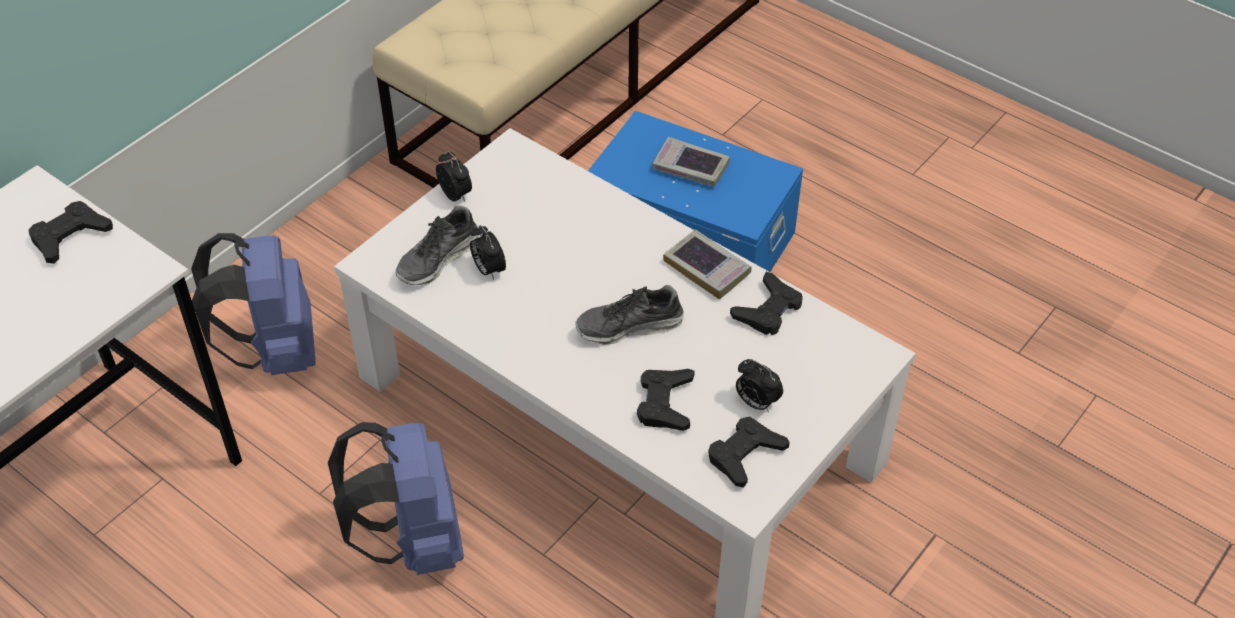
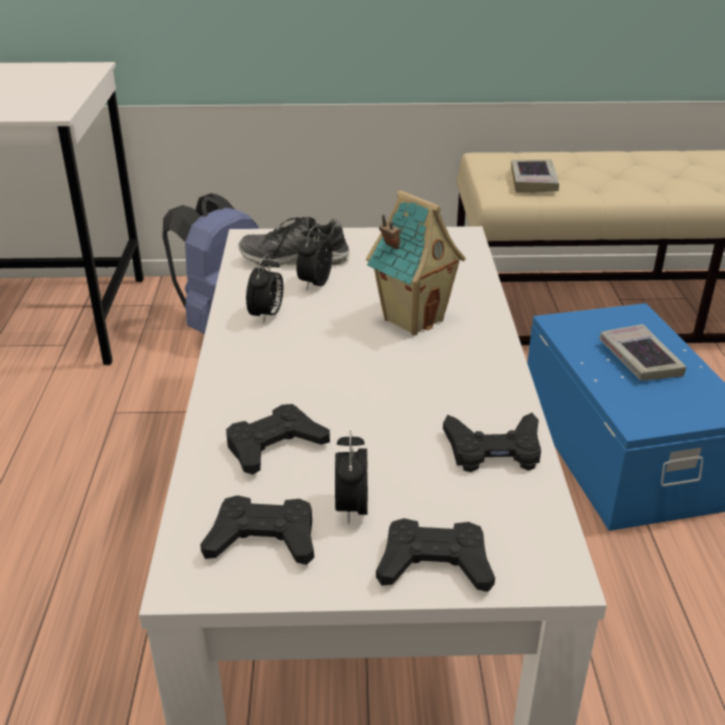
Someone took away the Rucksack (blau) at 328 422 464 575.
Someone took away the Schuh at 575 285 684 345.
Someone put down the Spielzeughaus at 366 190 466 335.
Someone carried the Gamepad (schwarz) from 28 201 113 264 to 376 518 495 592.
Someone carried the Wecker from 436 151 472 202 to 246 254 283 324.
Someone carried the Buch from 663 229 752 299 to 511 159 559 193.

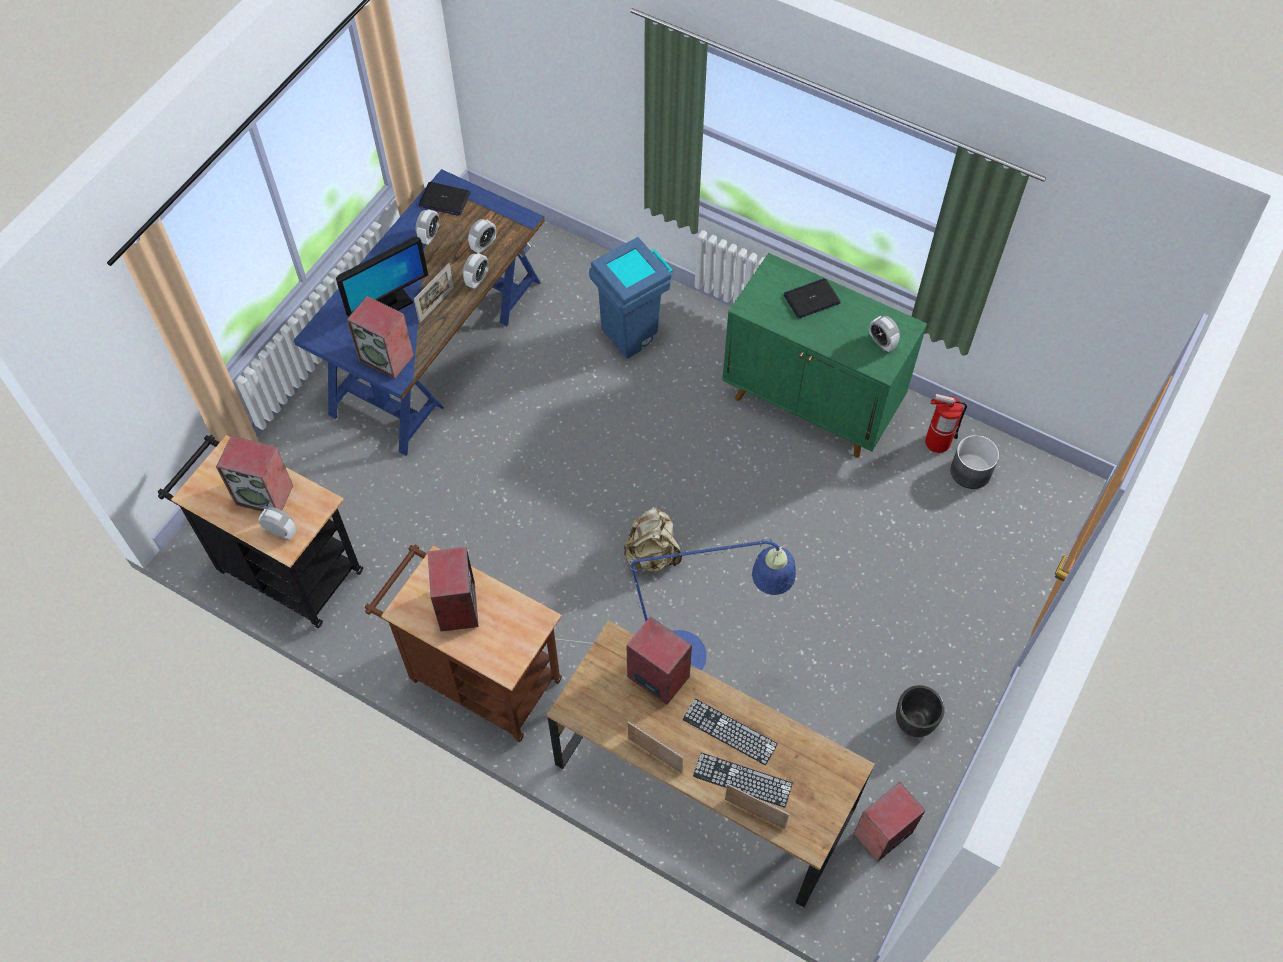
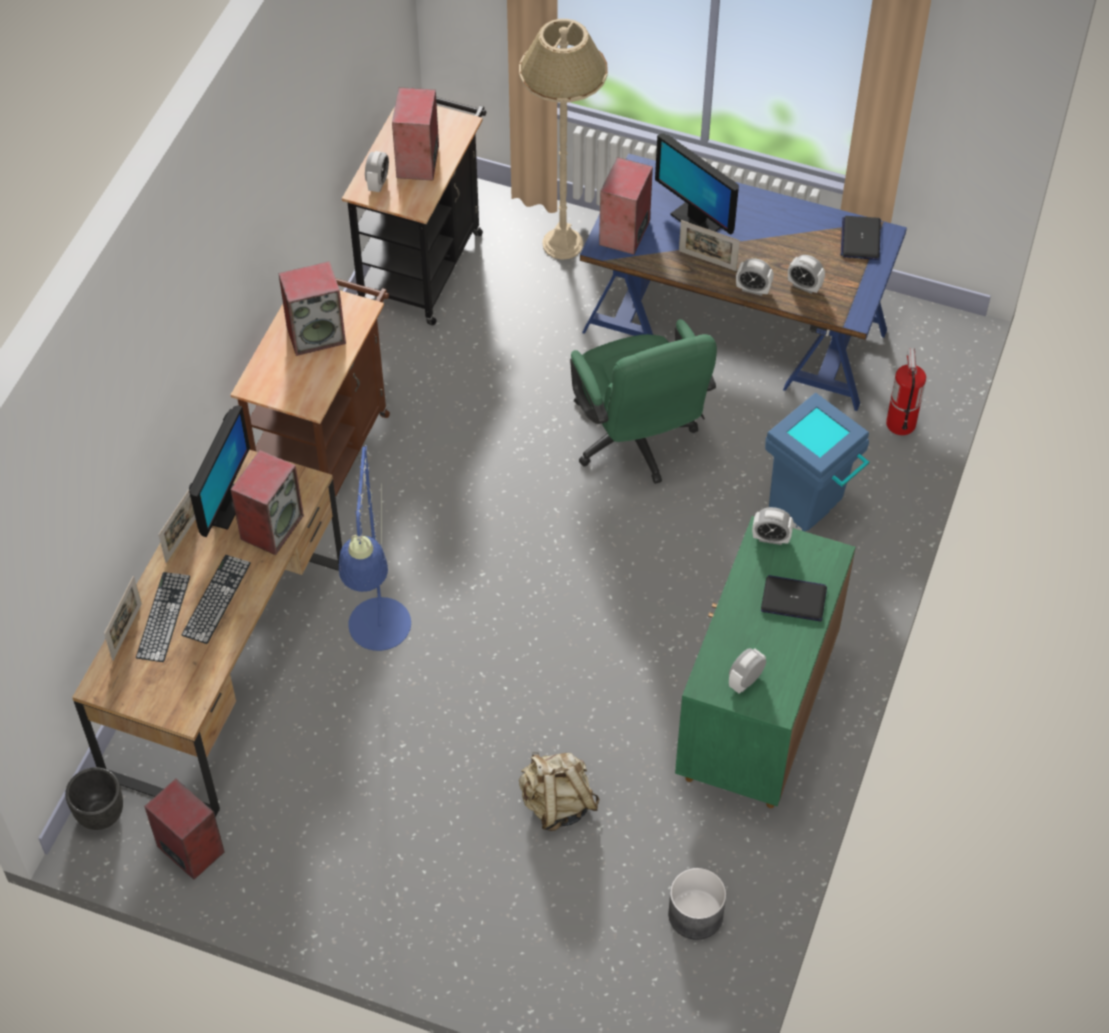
Someone put down the Monitor at 189 405 250 537.
Someone put down the Stehlampe (beige) at 519 19 608 260.
Someone put down the Bürostuhl (grün) at 570 319 717 484.
Someone carried the Wecker from 416 209 439 245 to 752 507 794 545.
Someone carried the Rucksack (beige) from 624 507 682 573 to 519 752 600 831.
Someone carried the Pflanzkübel (schwarz) from 896 685 945 737 to 65 767 123 830.
Someone carried the Feuerlöscher from 925 393 967 453 to 886 348 926 435.
Someone rotated the Laptop at 784 278 841 319 by 45 degrees counterclockwise.

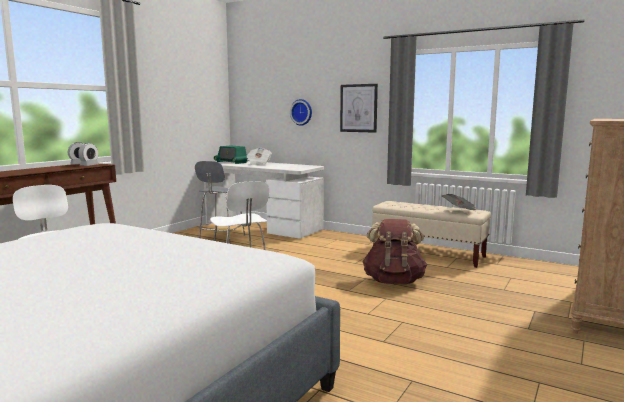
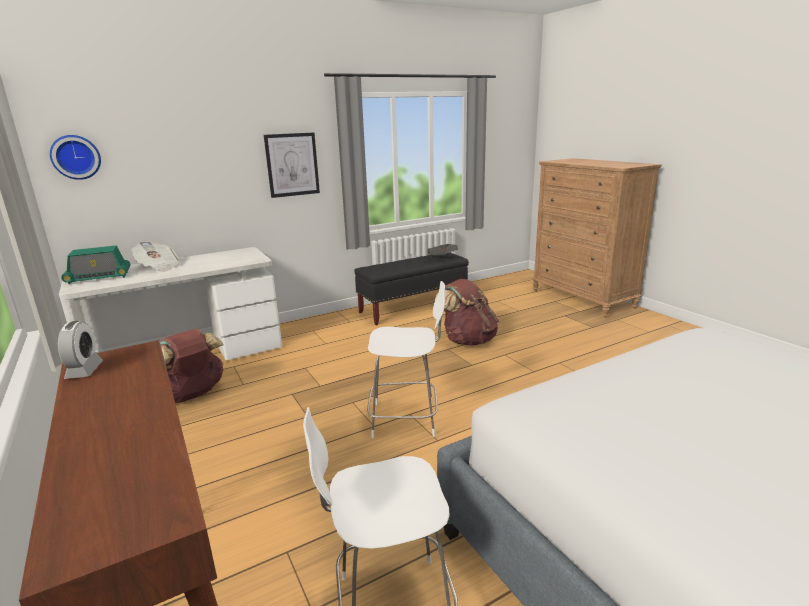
Someone took away the Wecker at 78 143 99 166.
Someone carried the Wanduhr from 290 99 312 126 to 50 135 101 180.
Someone swapped the Stuhl (grau) at 195 161 245 244 for the Rucksack (braun) at 160 329 224 403.
Someone repainted the Bank (beige) at 372 201 491 268, which became the Bank (schwarz) at 354 252 469 325.

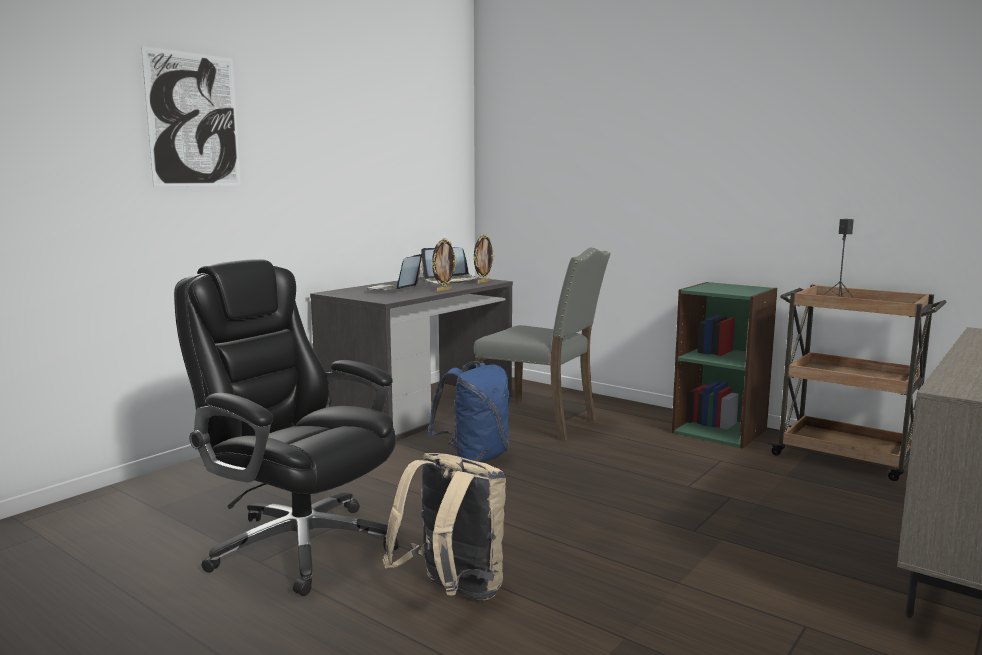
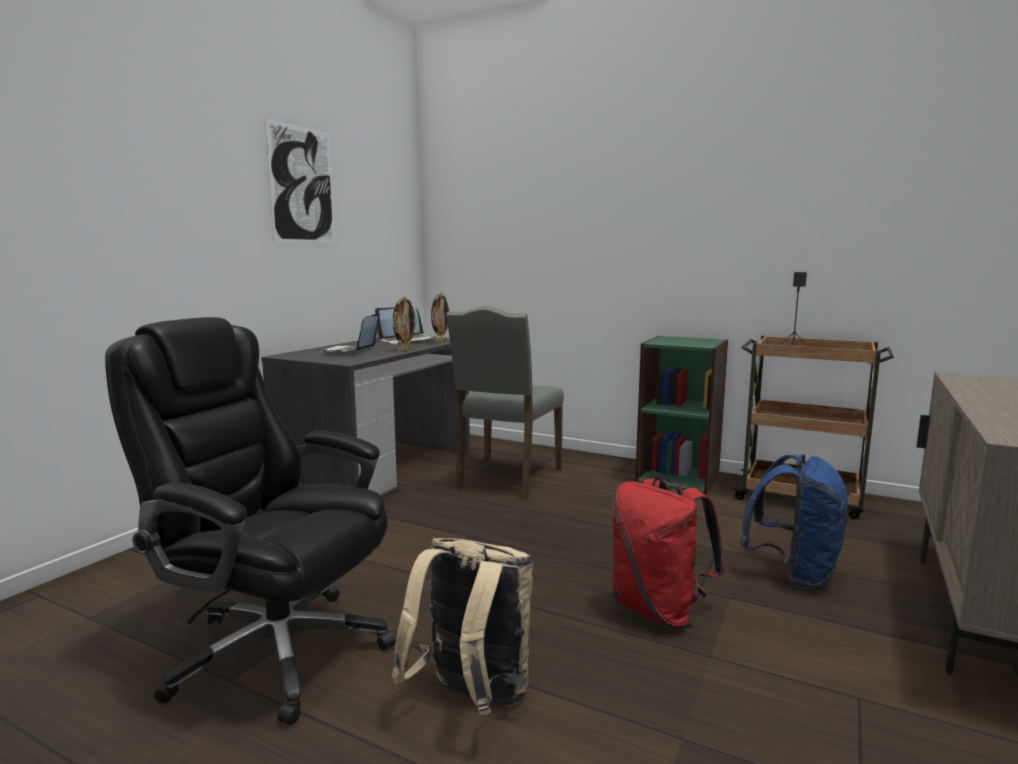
Someone put down the Rucksack (rot) at 612 478 725 628.
Someone carried the Bild from 141 46 241 186 to 265 118 335 243.
Someone carried the Rucksack (blau) from 427 361 509 462 to 740 455 850 589.
Someone rotated the Stuhl (grau) at 474 248 611 441 by 90 degrees clockwise.

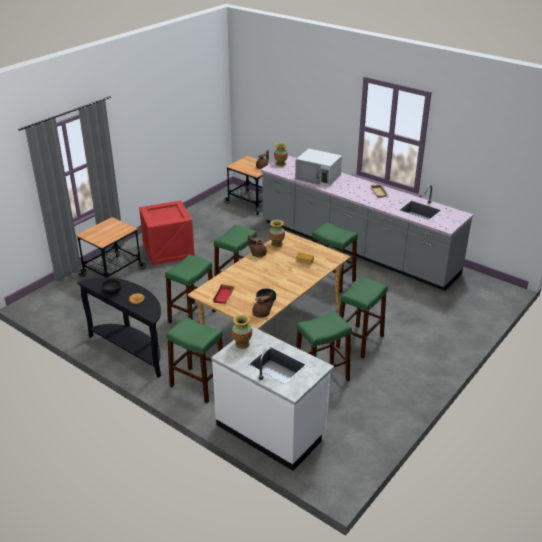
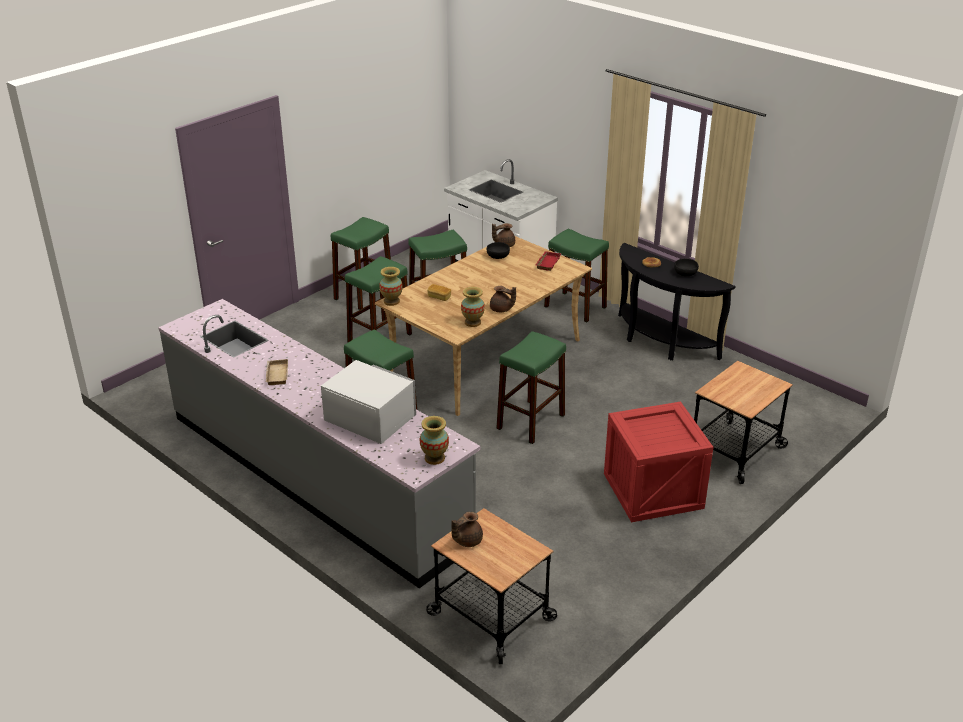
Someone carried the Hocker (grün) from 165 255 216 323 to 331 217 391 310.
Someone carried the Vase from 232 315 252 349 to 379 267 403 306.

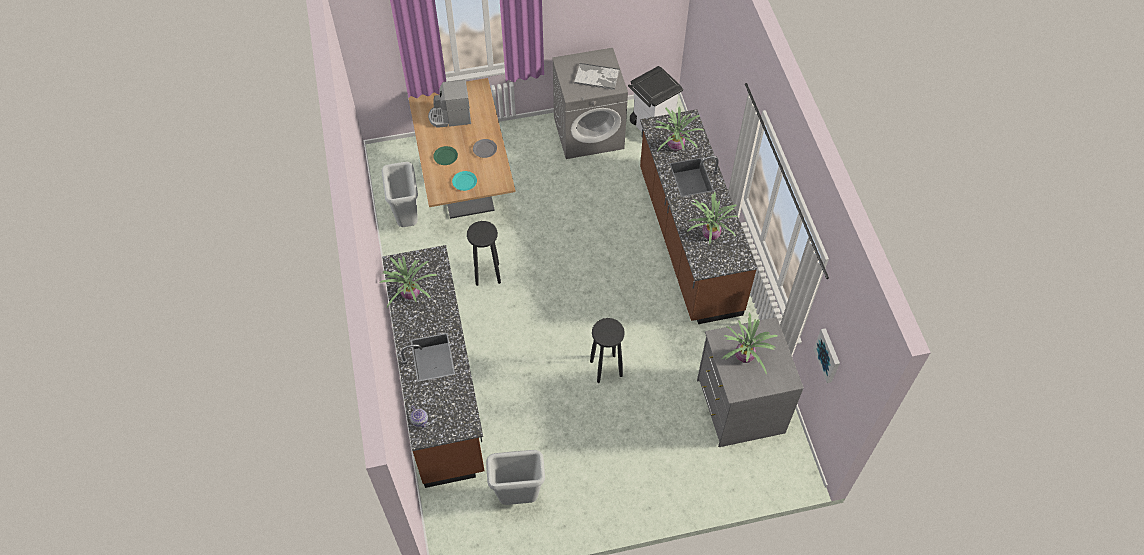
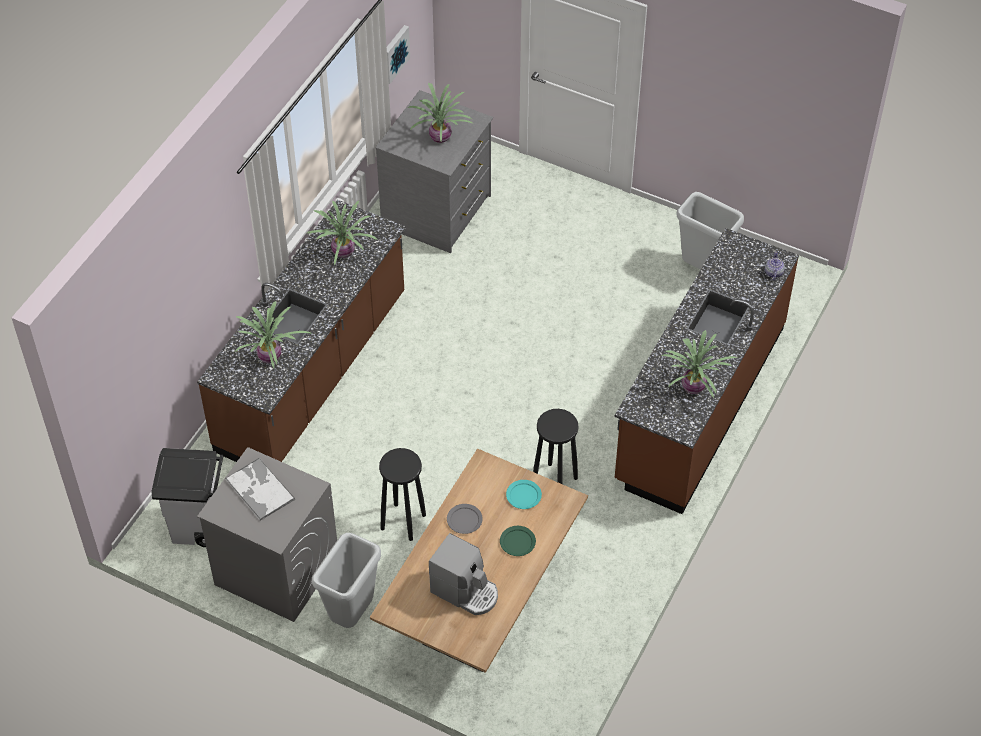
Someone carried the Mülleimer (grau) from 382 162 418 227 to 312 533 381 628.
Someone carried the Hocker (schwarz) from 590 318 625 383 to 379 448 426 541.

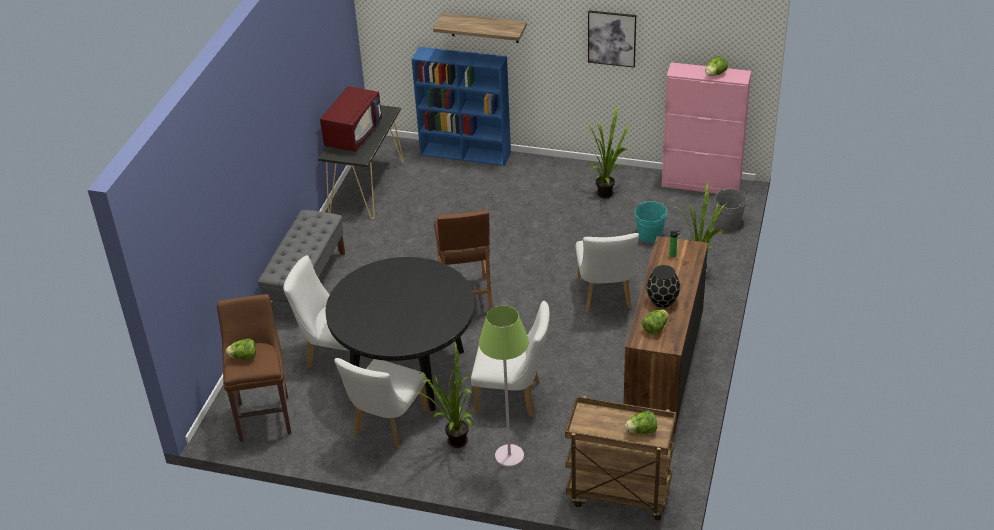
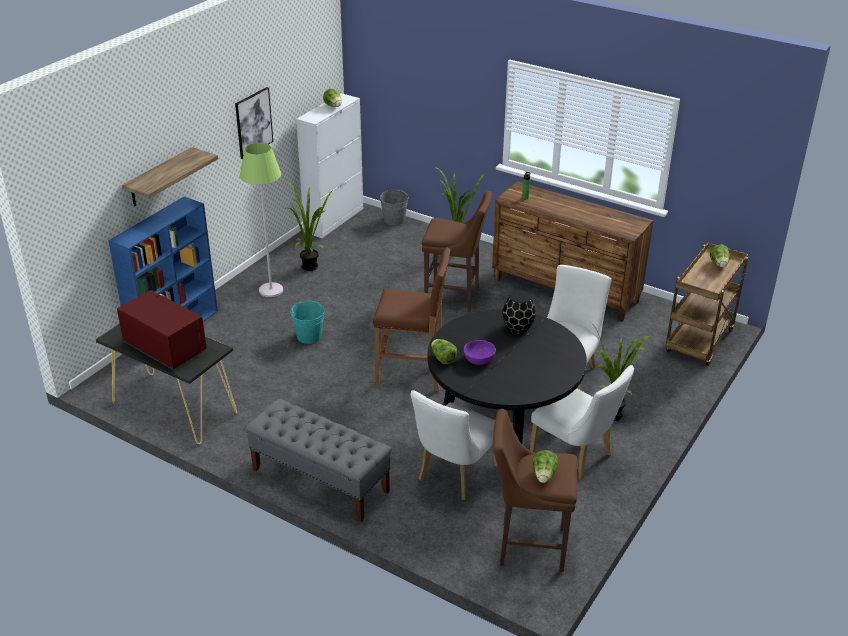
Someone put down the Schüssel (lila) at 464 340 496 365.
Someone carried the Stehlampe (grün) from 479 305 529 468 to 240 143 283 297.
Someone carried the Eimer (türkis) from 635 201 667 243 to 290 301 324 344.
Someone carried the Salatkopf from 642 309 668 335 to 431 339 458 365.
Someone carried the Vase (schwarz) from 646 265 680 308 to 502 290 536 334.
Someone swapped the Stuhl (weiß) at 575 233 639 312 for the Hocker (braun) at 422 191 492 312.
Someone repainted the Schrank (rosa) at 661 62 751 194, which became the Schrank (weiß) at 296 93 363 238.

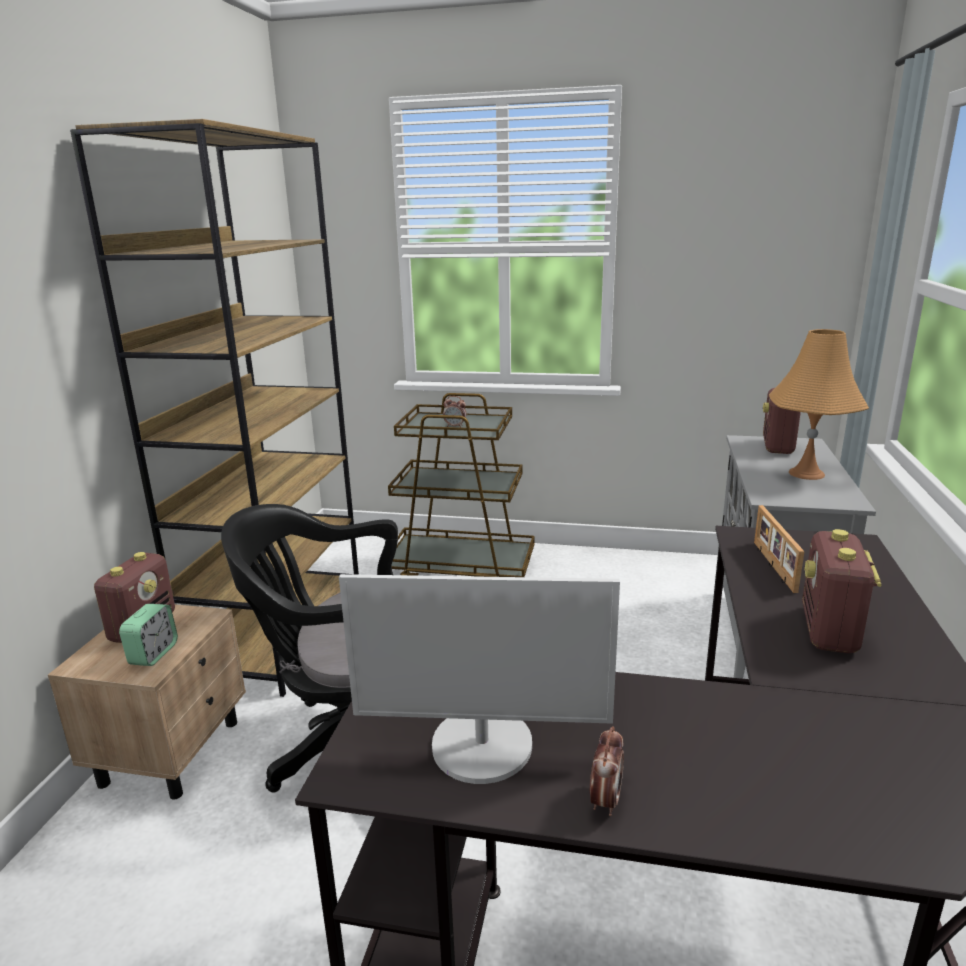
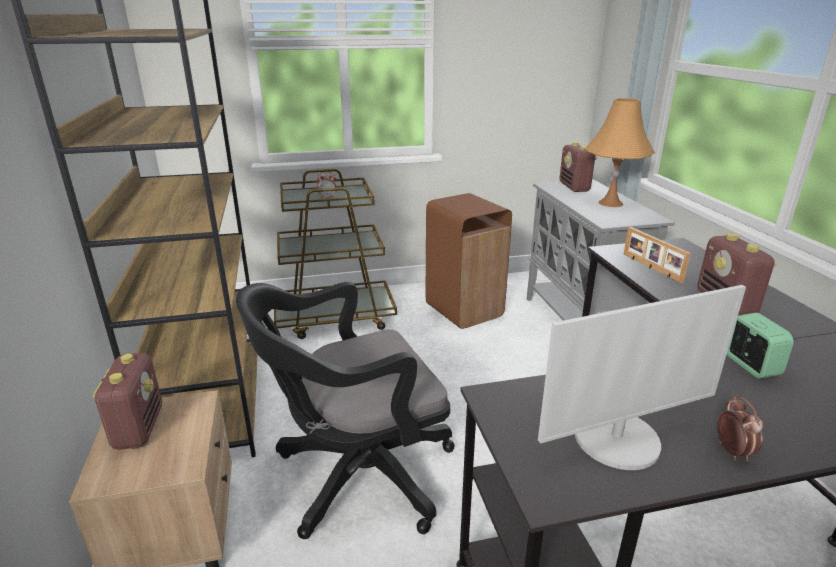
Someone put down the Mülleimer (braun) at 426 193 512 329.
Someone carried the Wecker from 119 604 178 666 to 727 313 794 379.

